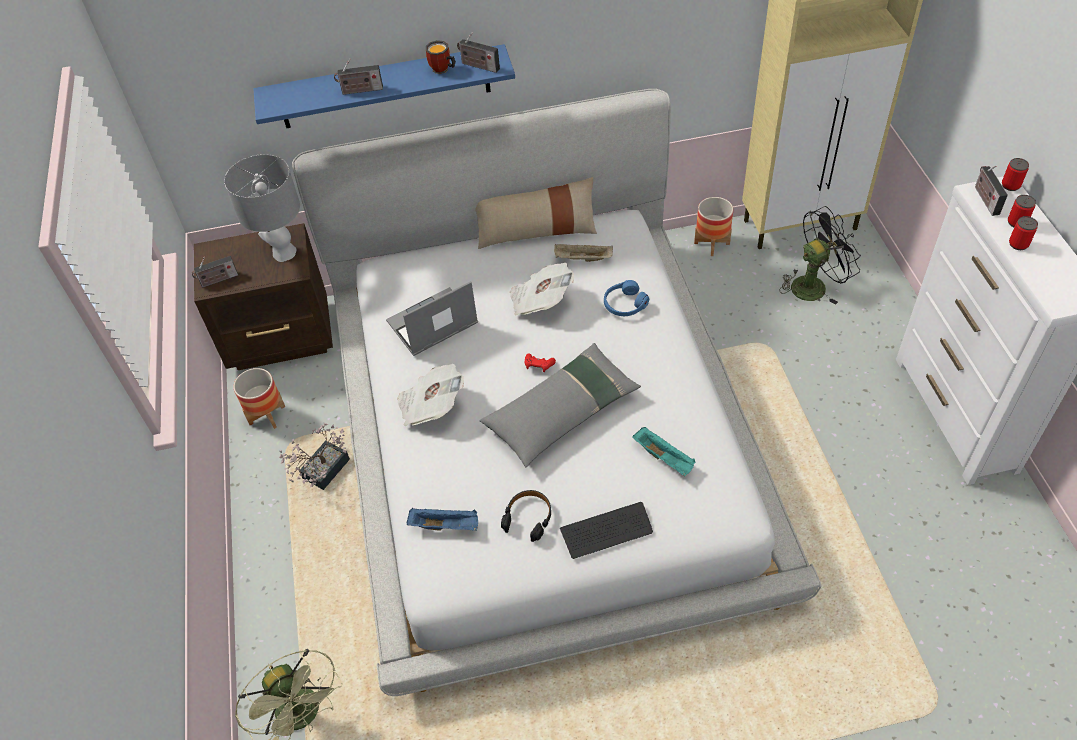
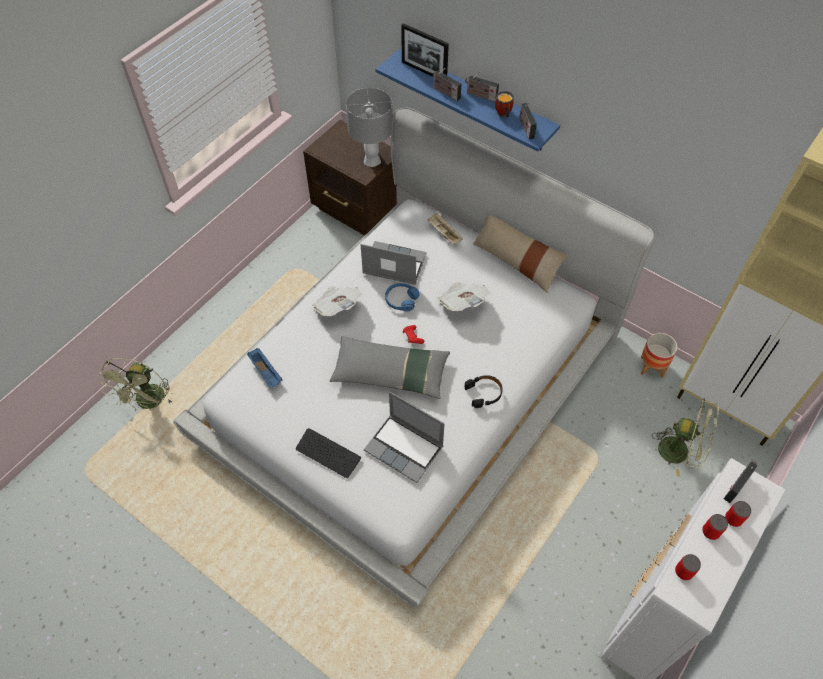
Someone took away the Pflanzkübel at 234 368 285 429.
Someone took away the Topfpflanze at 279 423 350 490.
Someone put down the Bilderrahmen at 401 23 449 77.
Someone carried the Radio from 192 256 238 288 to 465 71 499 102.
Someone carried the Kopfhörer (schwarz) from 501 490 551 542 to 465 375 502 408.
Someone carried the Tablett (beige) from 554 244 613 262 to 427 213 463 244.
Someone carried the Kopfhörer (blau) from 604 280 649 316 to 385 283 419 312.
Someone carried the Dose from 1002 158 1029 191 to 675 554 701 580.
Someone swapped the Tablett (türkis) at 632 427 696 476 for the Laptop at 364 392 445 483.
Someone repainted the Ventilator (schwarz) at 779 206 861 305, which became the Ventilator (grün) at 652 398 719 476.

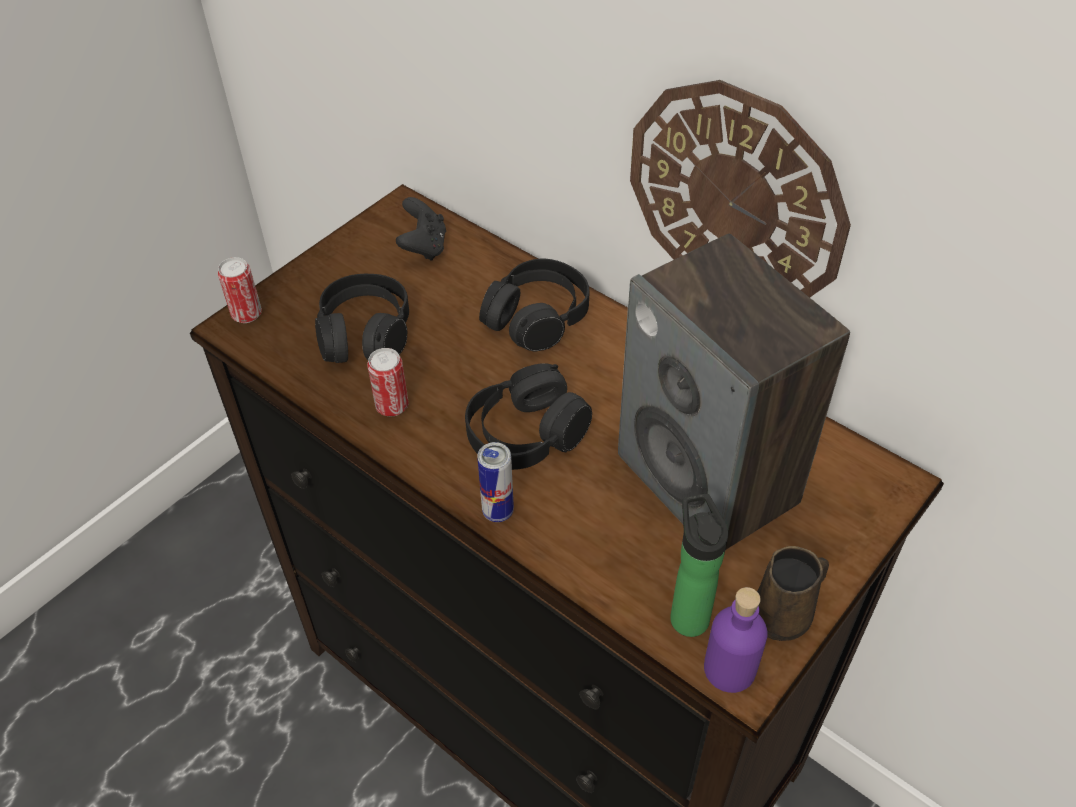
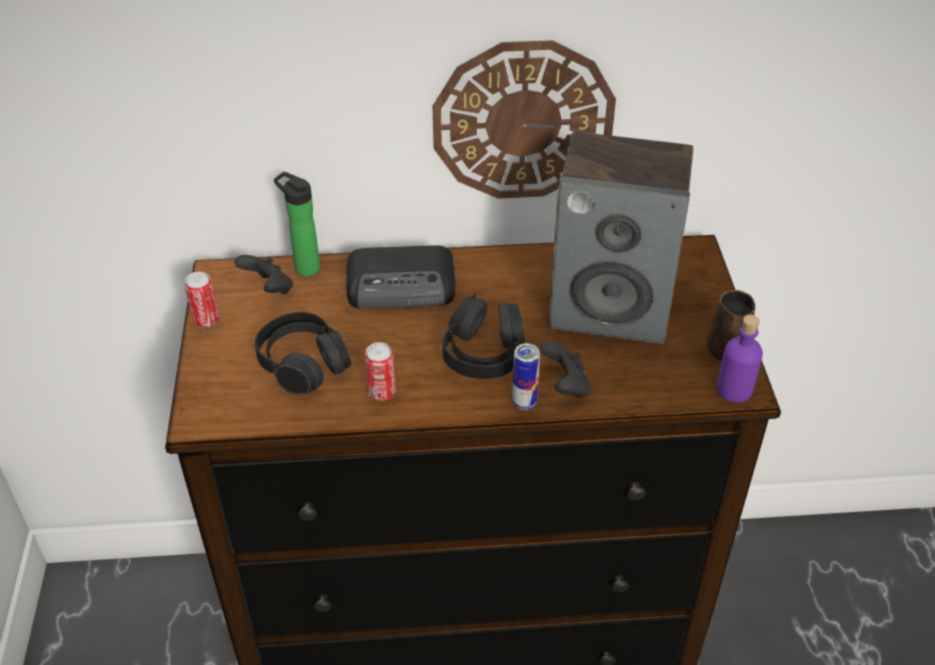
Someone put down the Gamepad (schwarz) at 540 341 591 398.
Someone carried the Dose from 218 257 262 323 to 184 272 219 327.
Someone carried the Flasche from 670 494 728 637 to 274 172 320 276.
Someone swapped the Kopfhörer (schwarz) at 479 259 590 351 for the Radio at 346 245 456 308.

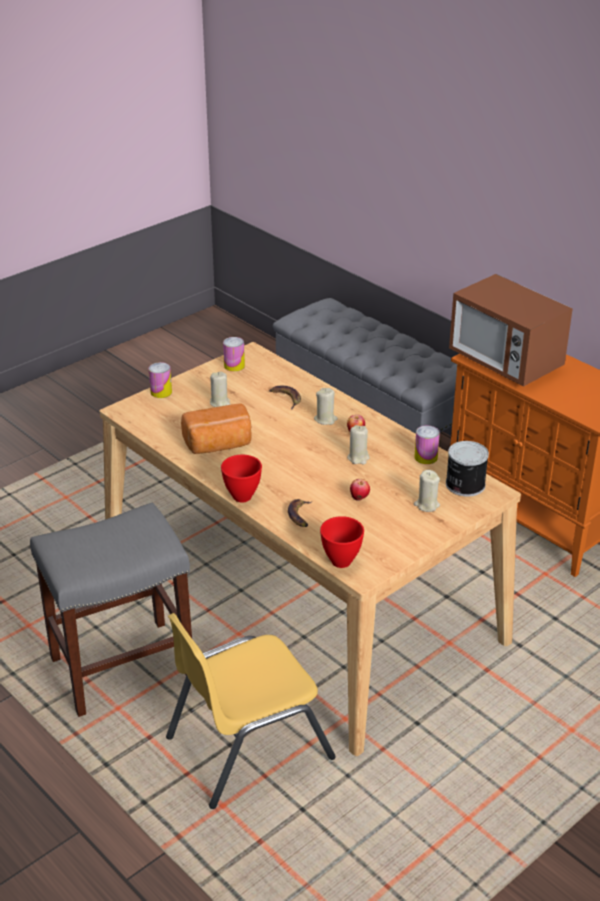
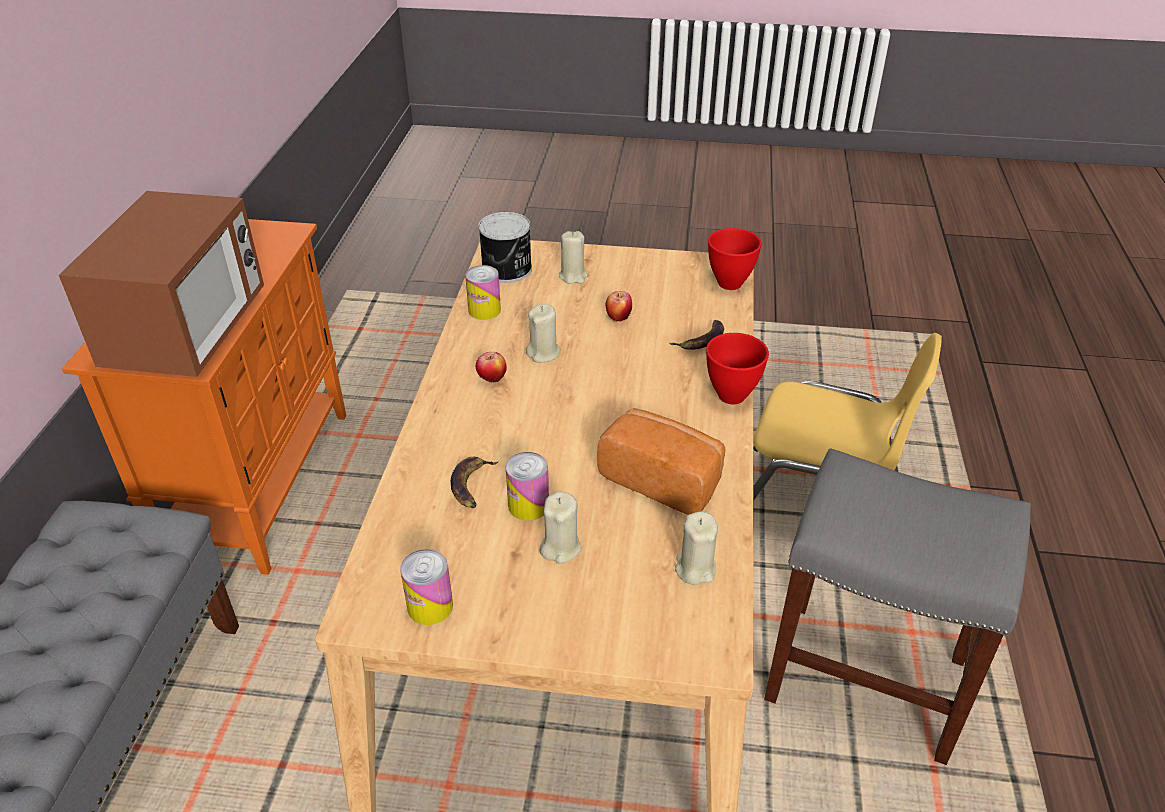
Someone carried the Dose from 149 362 172 398 to 506 452 549 521.
Someone carried the Kerze (beige) from 314 388 338 425 to 675 512 718 585.

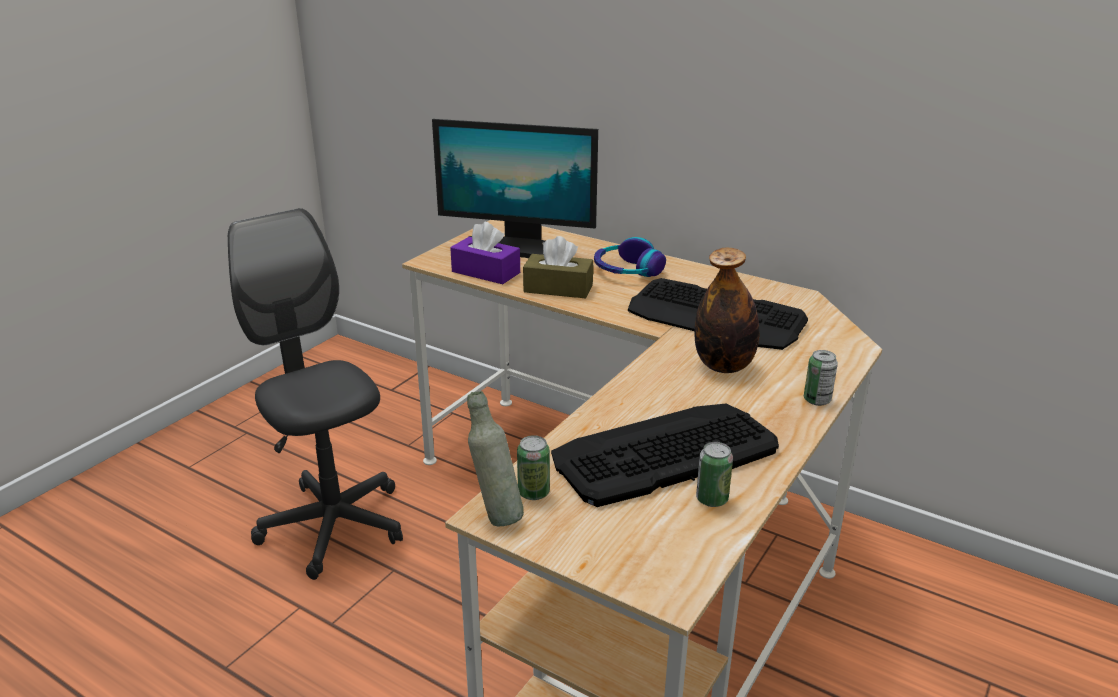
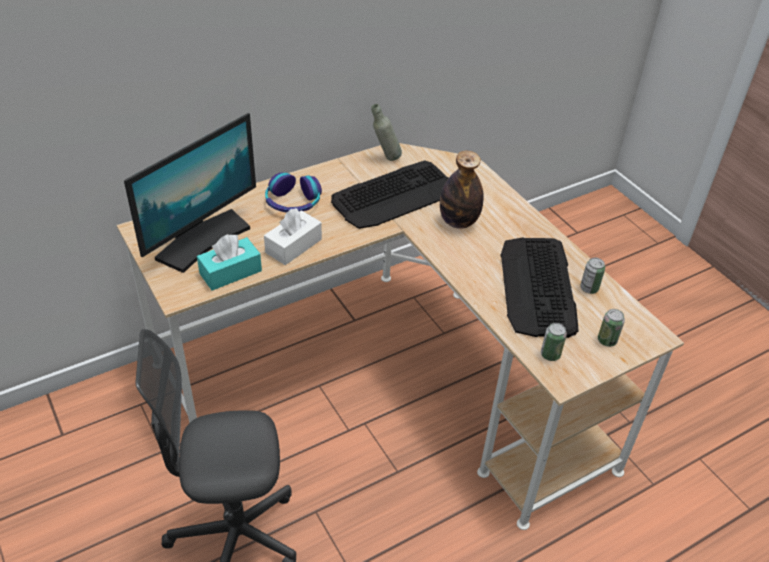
Someone carried the Flasche (grau) from 467 391 524 526 to 371 104 402 161.
Someone carried the Dose from 804 350 838 406 to 598 309 625 347.
Someone repainted the Taschentuchbox (lila) at 450 222 520 284, which became the Taschentuchbox (türkis) at 197 234 262 291.
Someone repainted the Taschentuchbox (braun) at 523 236 593 298, which became the Taschentuchbox (weiß) at 264 208 322 265.

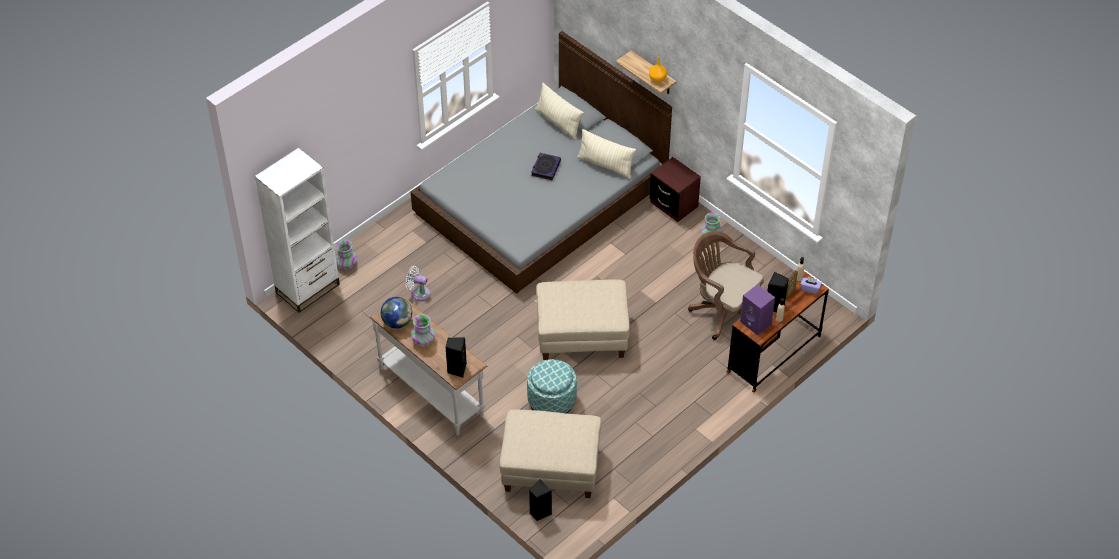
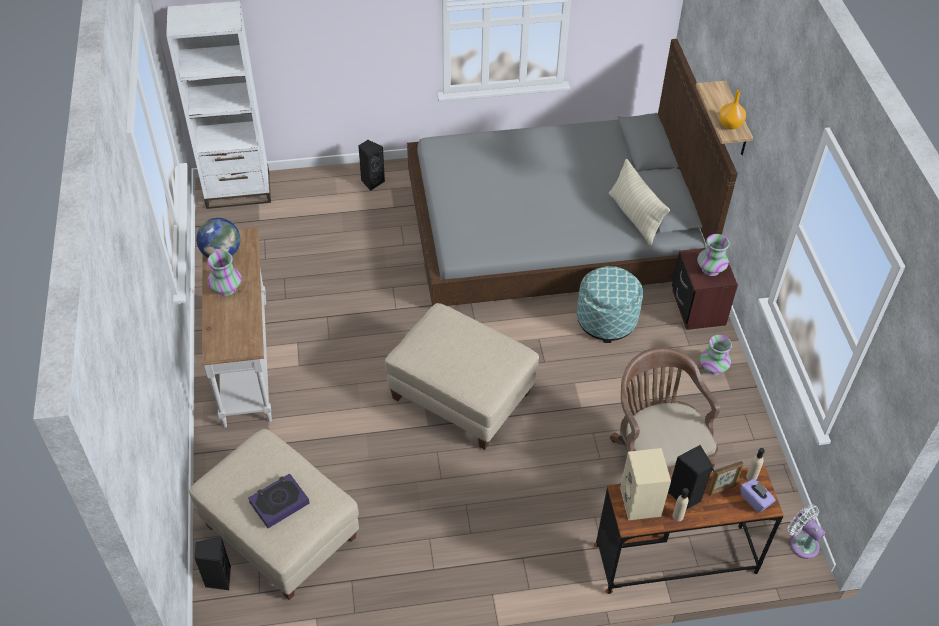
Someone took away the Kissen (beige) at 535 83 584 140.
Someone carried the Vase from 336 240 357 270 to 697 234 730 276.
Someone carried the Ventilator (weiß) from 406 266 430 301 to 787 504 825 559.
Someone carried the Lautsprecher (schwarz) from 445 337 467 378 to 358 140 385 191.
Someone carried the Polsterhocker from 527 359 577 414 to 577 266 643 343.
Someone carried the Buch from 531 153 561 180 to 248 473 310 528.
Someone repainted the Lautsprecher (lila) at 740 284 775 335, which became the Lautsprecher (beige) at 620 448 671 520.

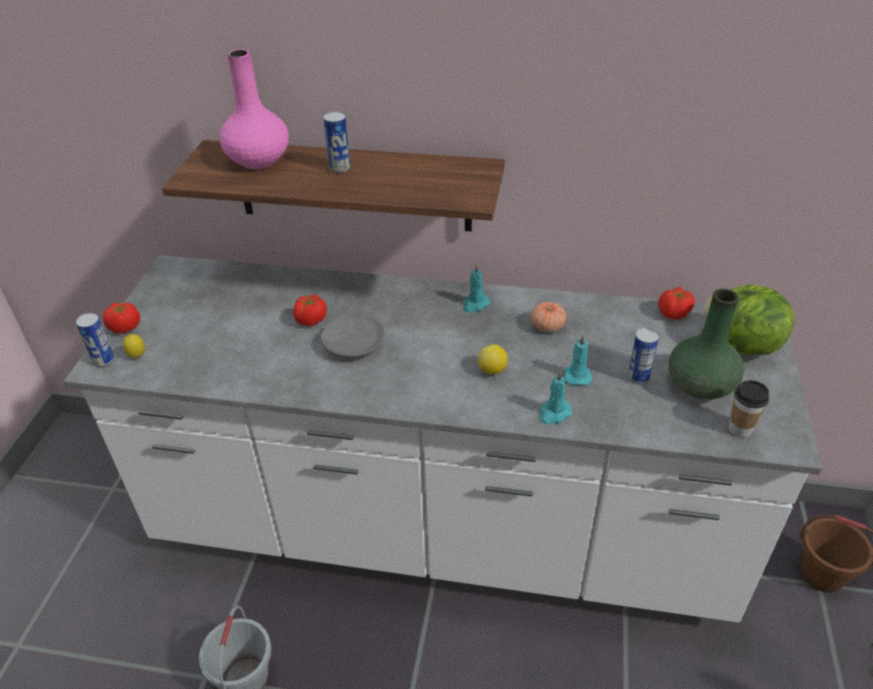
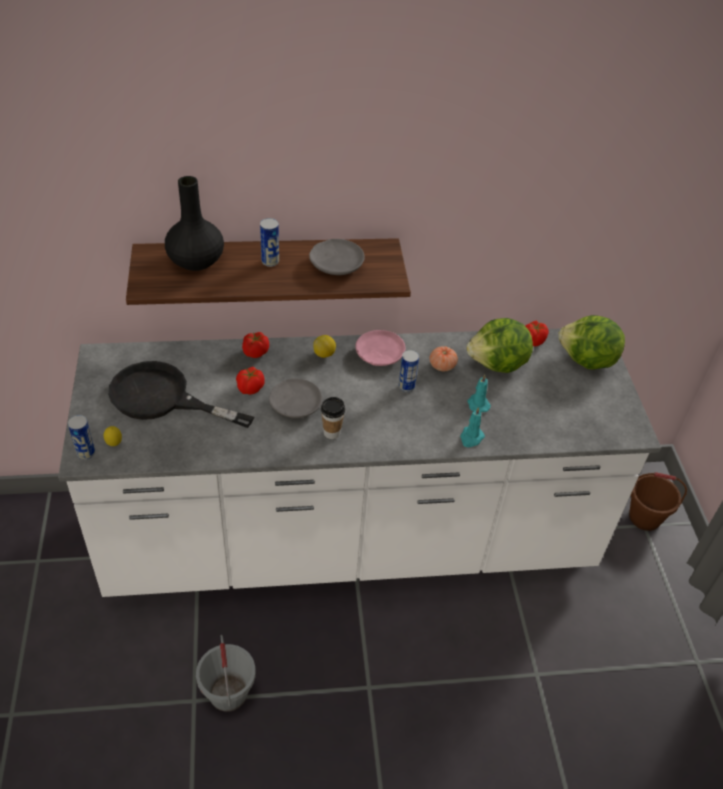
Someone took away the Vase (grün) at 669 289 744 400.
Someone put down the Pfanne (schwarz) at 108 361 254 428.
Someone put down the Teller (grau) at 309 239 365 275.
Someone put down the Salatkopf at 467 318 533 373.
Someone carried the Tomate from 103 302 140 334 to 242 332 269 358.
Someone carried the Zitrone from 478 344 508 374 to 313 335 336 358.
Someone carried the Dose from 628 328 659 384 to 399 350 419 392.
Someone carried the Tasse from 729 380 769 438 to 321 397 345 439.
Someone swapped the Kerze (türkis) at 463 263 490 313 for the Teller (rosa) at 356 330 406 366.
Someone repainted the Vase (rosa) at 219 49 289 169, which became the Vase (schwarz) at 165 176 224 271.

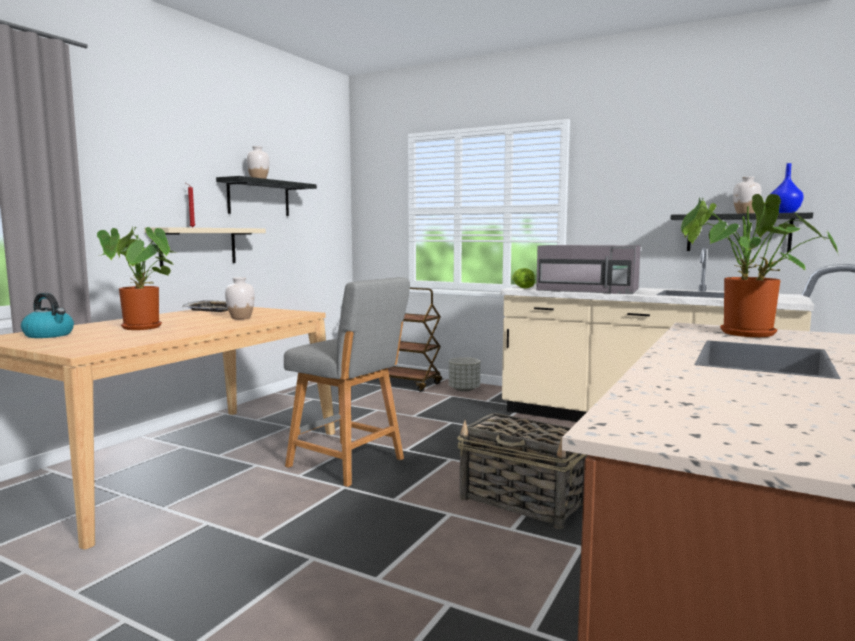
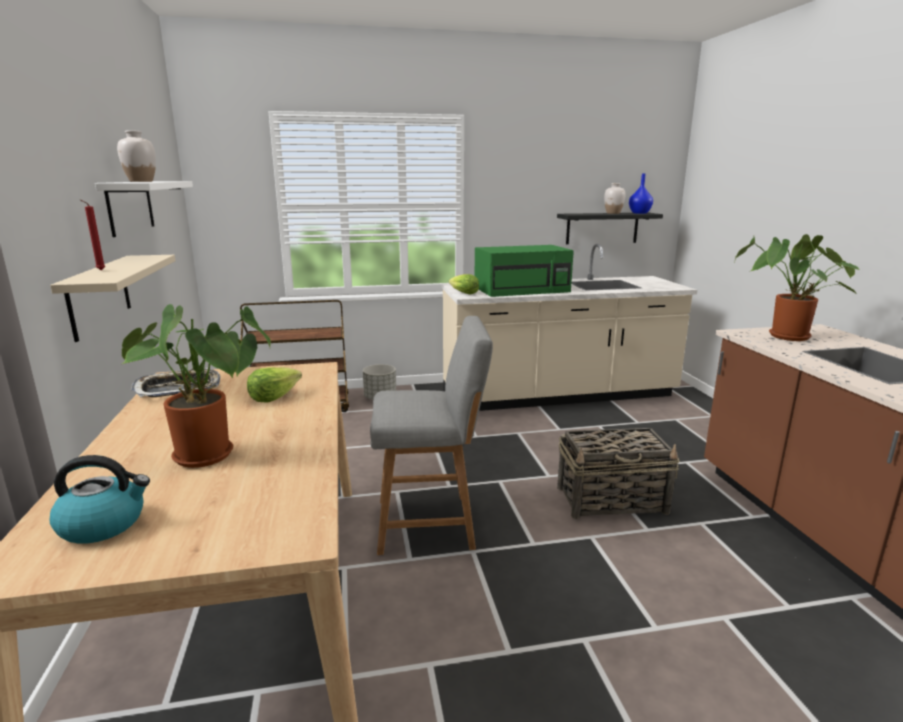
Someone swapped the Vase (weiß) at 225 277 255 319 for the Salatkopf at 247 367 302 403.
Someone repainted the Wandregal (schwarz) at 216 176 317 216, which became the Wandregal (weiß) at 95 181 193 237.
Someone repainted the Mikrowelle (grau) at 536 245 641 294, which became the Mikrowelle (grün) at 475 245 574 297.

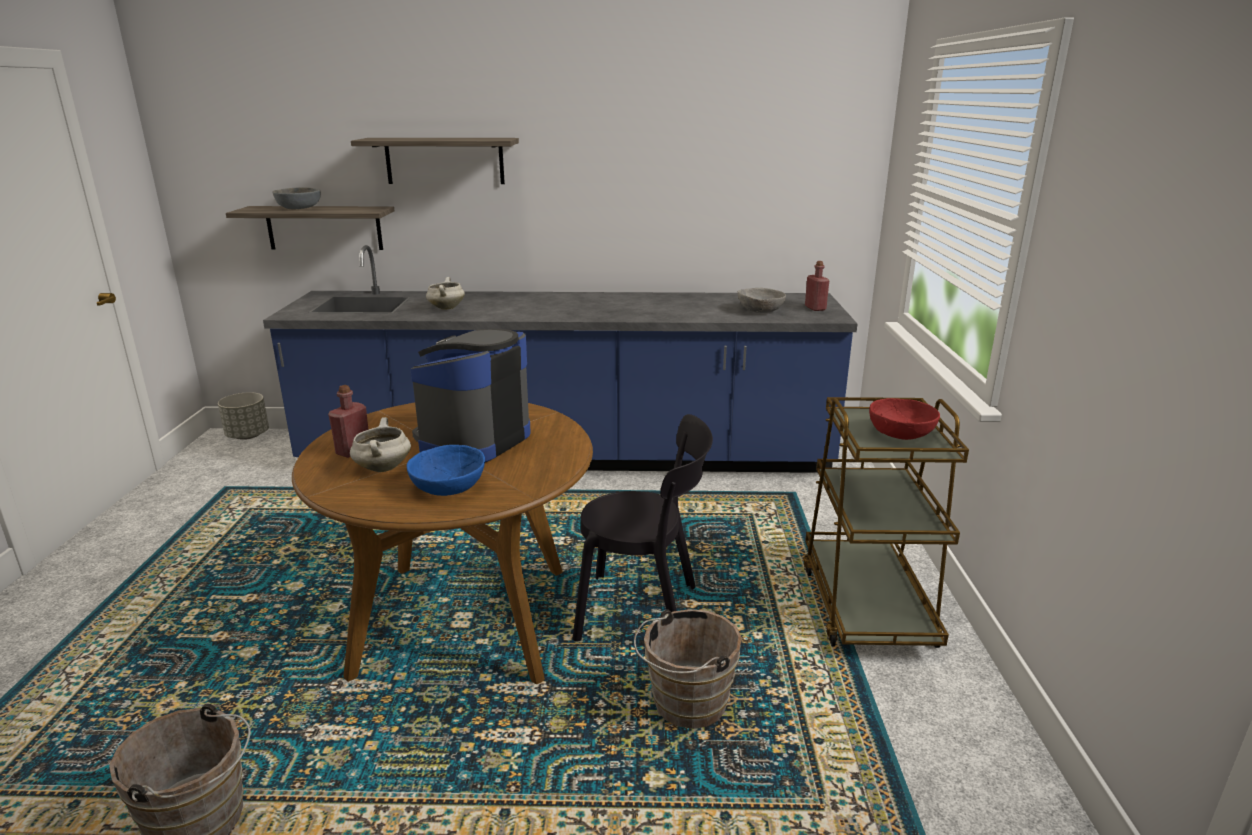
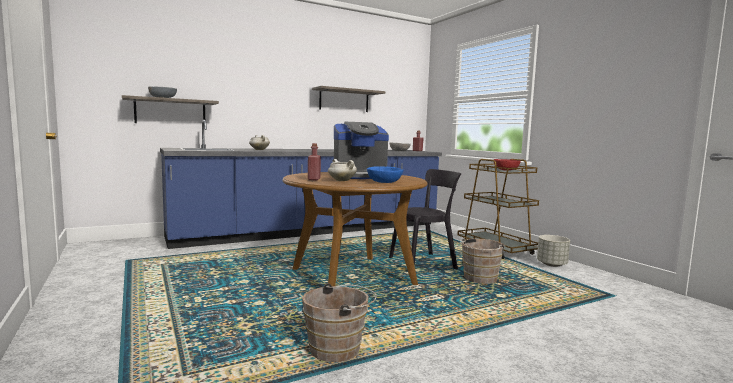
Someone carried the Pflanzkübel (grau) from 218 392 269 440 to 537 235 570 267.
Someone carried the Wandregal from 351 138 519 184 to 312 86 385 112.
Someone rotated the Kaffeemaschine at 411 329 531 462 by 105 degrees counterclockwise.

